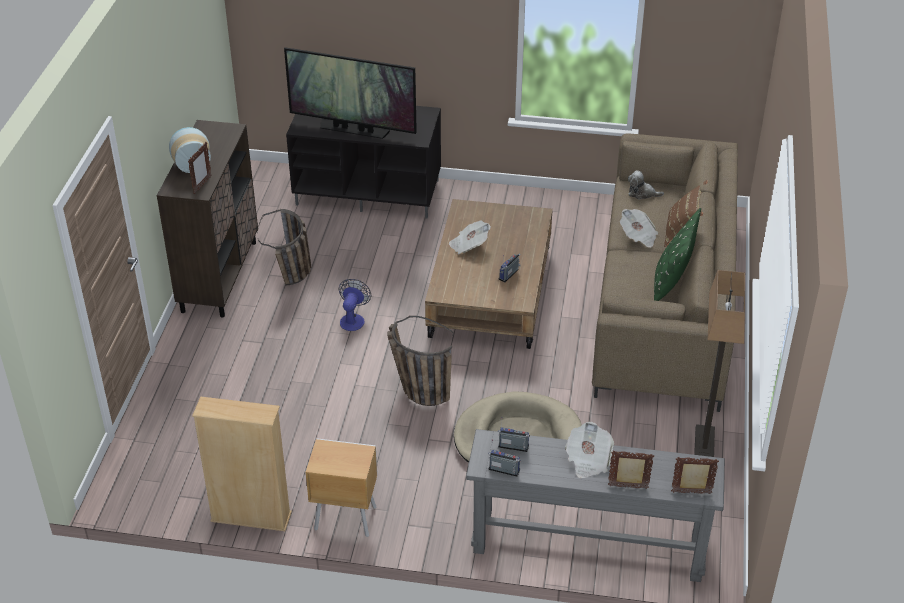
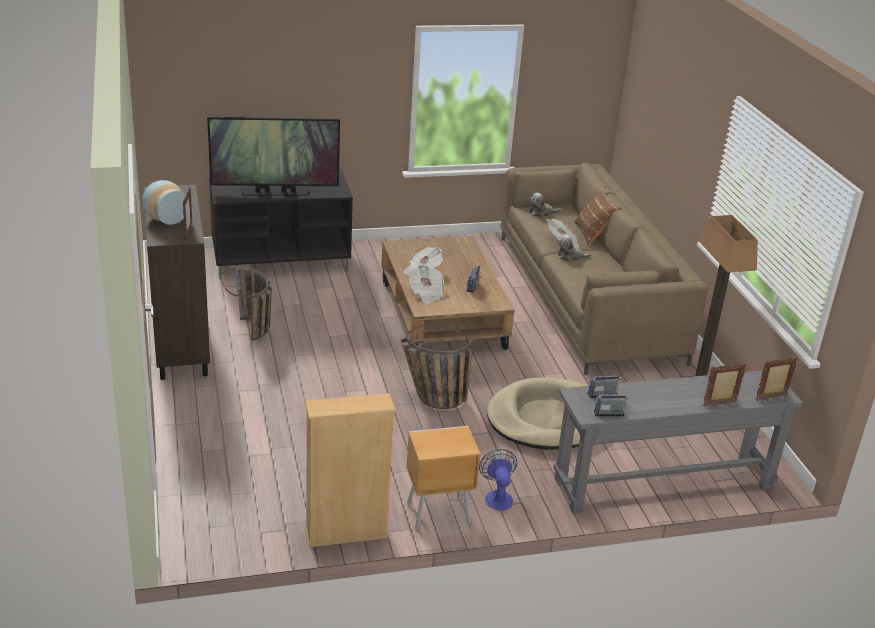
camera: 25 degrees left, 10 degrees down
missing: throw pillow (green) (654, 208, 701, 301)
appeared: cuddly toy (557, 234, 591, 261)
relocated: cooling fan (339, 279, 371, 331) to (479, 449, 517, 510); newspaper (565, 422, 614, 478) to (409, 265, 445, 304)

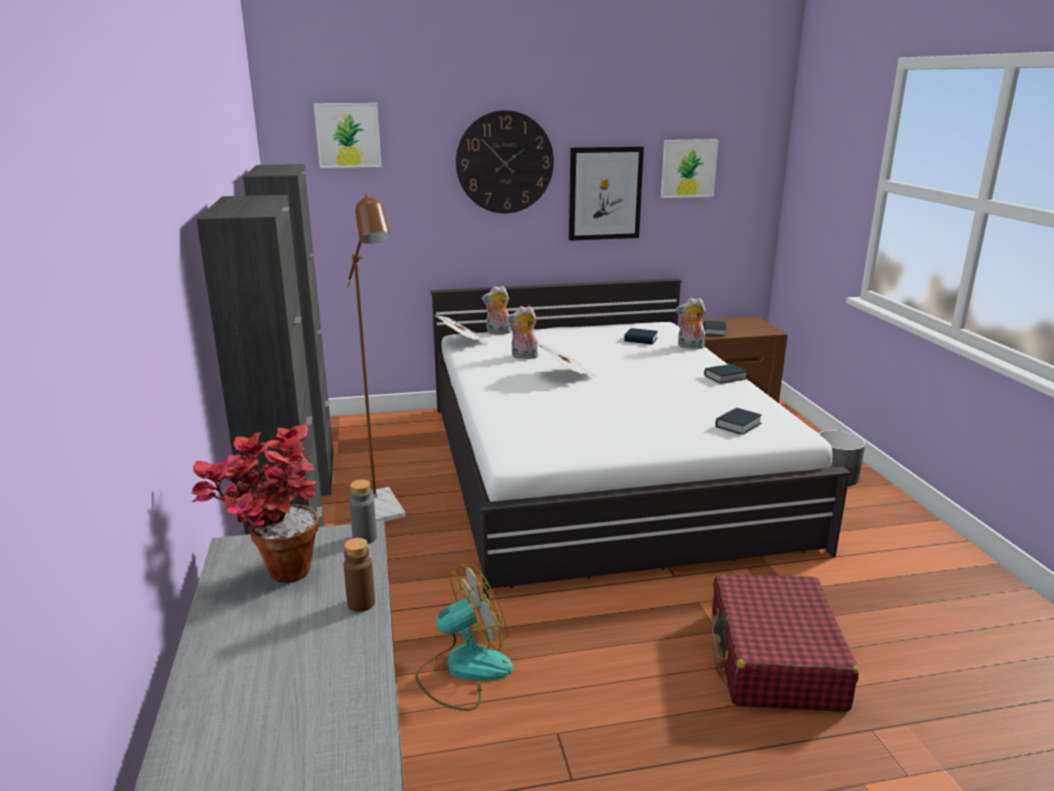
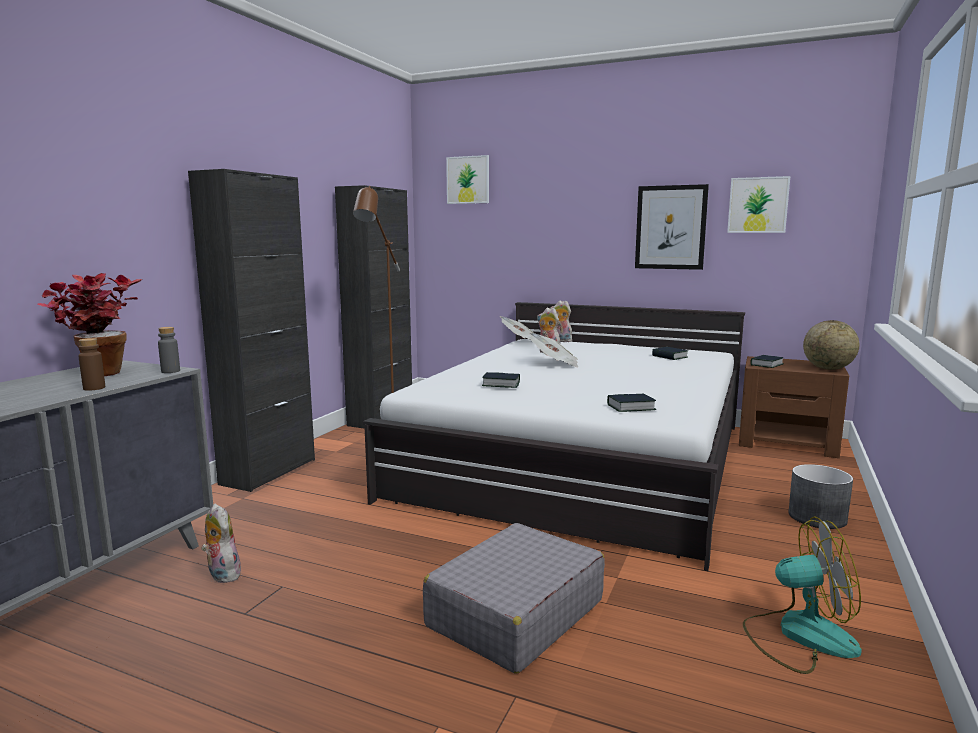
camera: 35 degrees right, 10 degrees down
missing: hanging clock (456, 110, 554, 214)
appeared: desk globe (803, 320, 859, 370)
relocated: cooling fan (416, 564, 513, 711) to (743, 516, 862, 674); cuddly toy (676, 298, 706, 349) to (201, 503, 241, 583); bound book (704, 364, 747, 384) to (482, 372, 520, 388)
colour: suitcase (reddish) (712, 573, 859, 712) to suitcase (greyish) (423, 523, 605, 674)

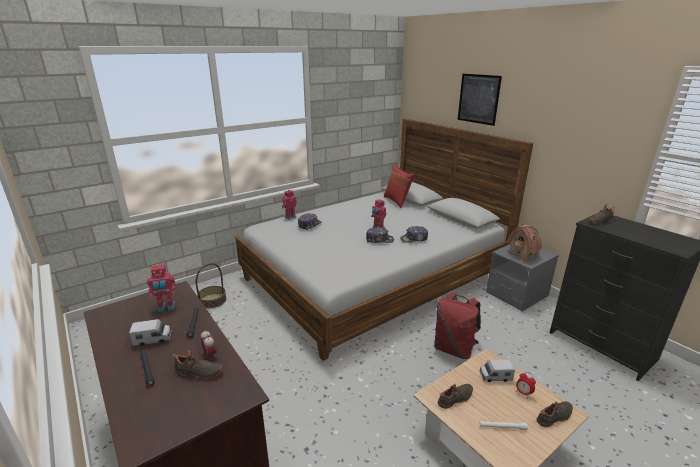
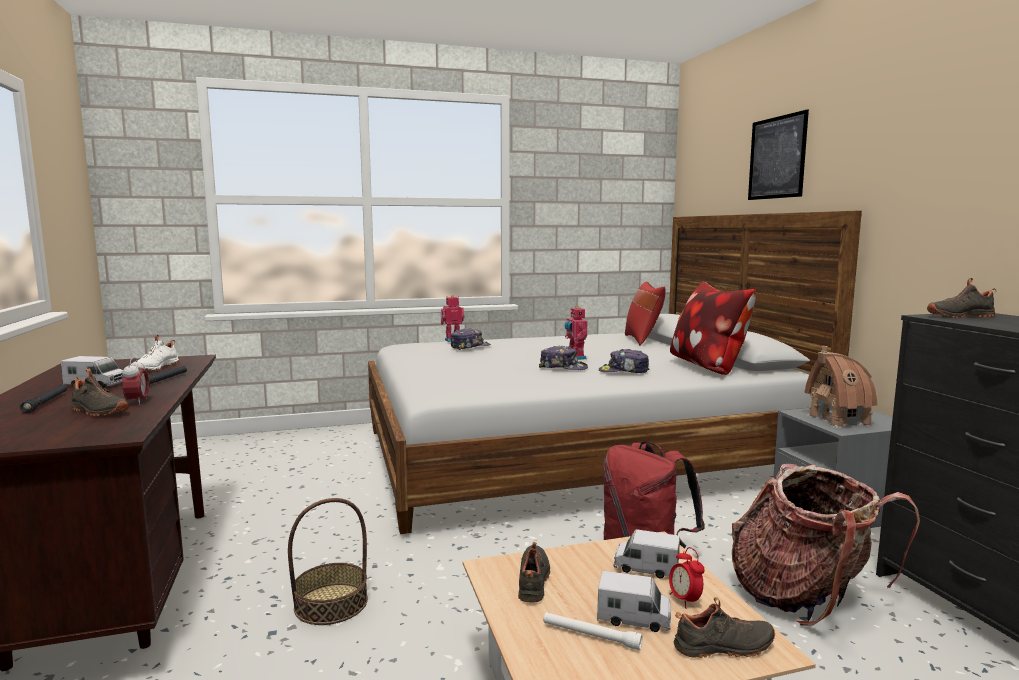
camera: 20 degrees right, 15 degrees down
appeared: model truck (597, 571, 671, 632); throw pillow (670, 281, 756, 375); rucksack (731, 464, 920, 626)
relocated: basket (196, 263, 227, 309) to (288, 498, 368, 625)
exchanged: model robot (147, 264, 176, 312) to low shoe (whitish) (133, 335, 179, 371)
spun: low shoe (blackish) (438, 383, 473, 409) = (518, 542, 550, 603) 75 degrees counterclockwise

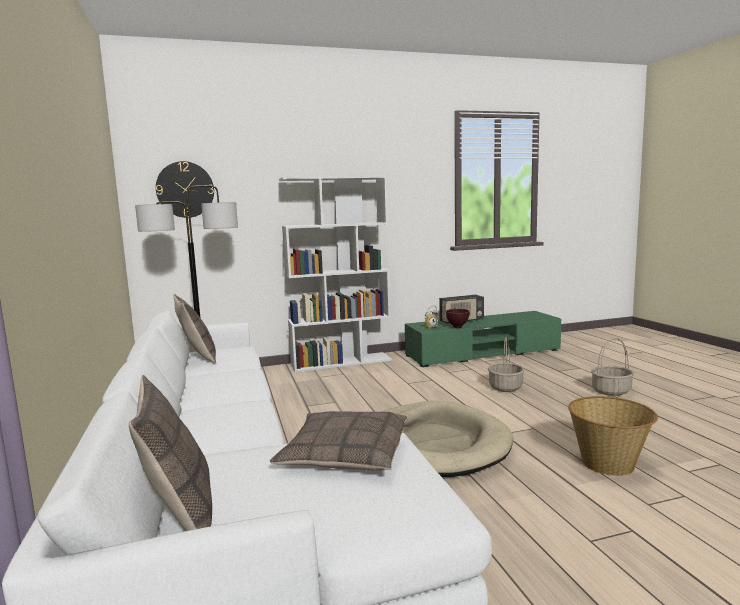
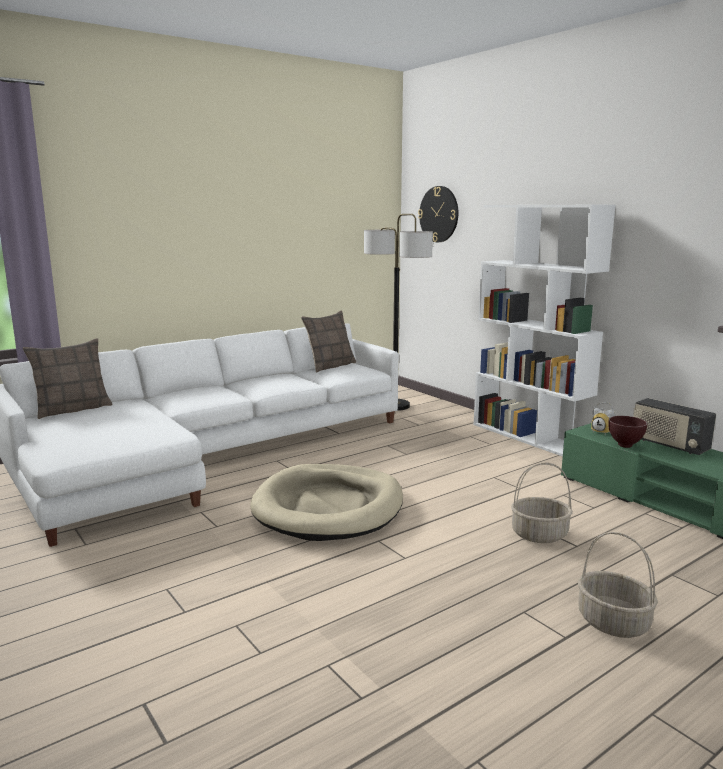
camera: 70 degrees right, 5 degrees up
missing: throw pillow (270, 411, 407, 470); basket (568, 396, 658, 476)

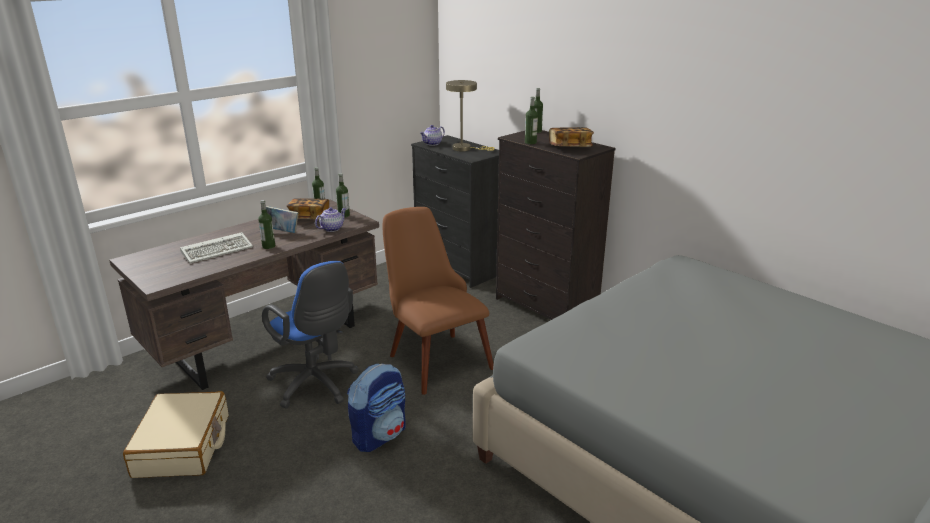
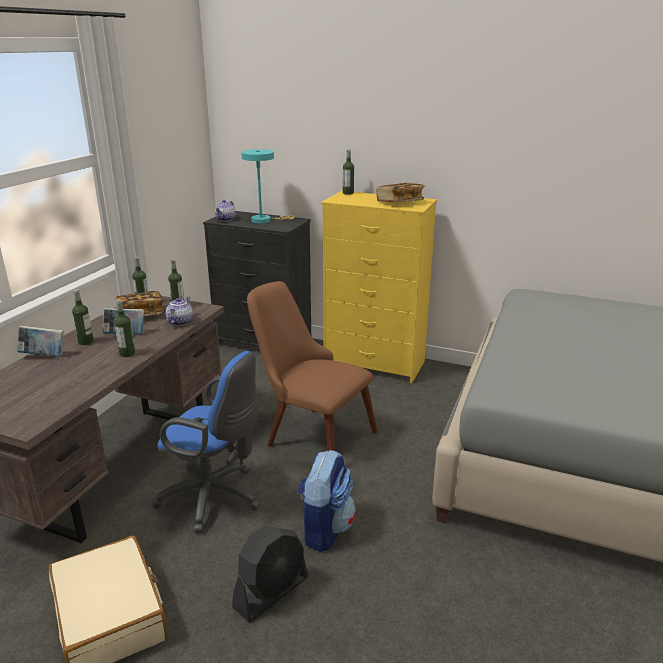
camera: 25 degrees left, 0 degrees up
missing: computer keyboard (180, 232, 253, 263)
appeared: bound book (18, 325, 64, 357); cooling fan (blackish) (232, 526, 308, 622)
relocated: bottle (525, 97, 538, 144) to (72, 289, 94, 345)
colour: tabletop lamp (beige-coloured) (446, 80, 495, 151) to tabletop lamp (turquoise) (241, 149, 295, 224); dresser (blackish) (496, 130, 616, 320) to dresser (yellowish) (321, 191, 437, 383)

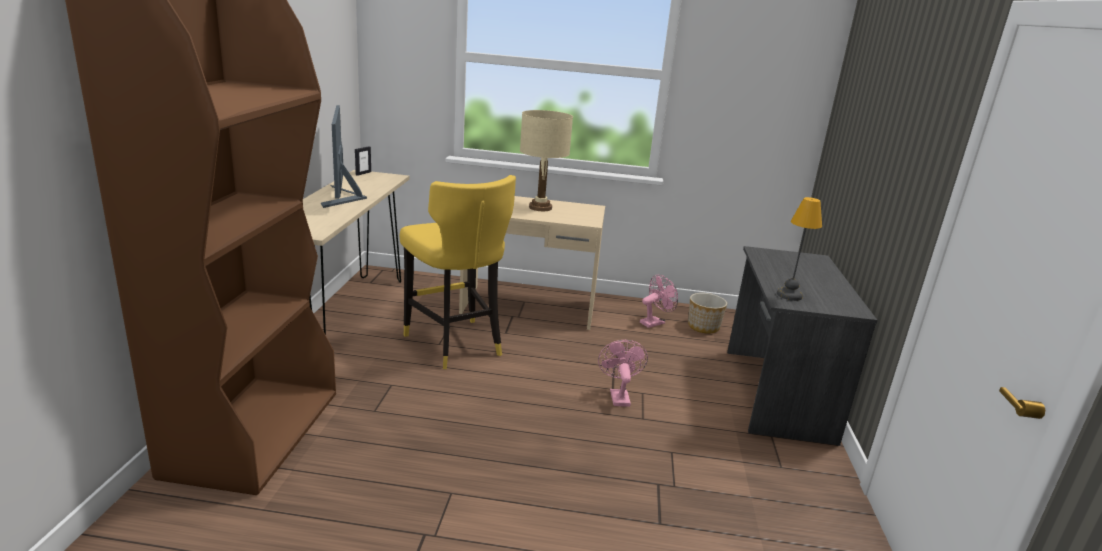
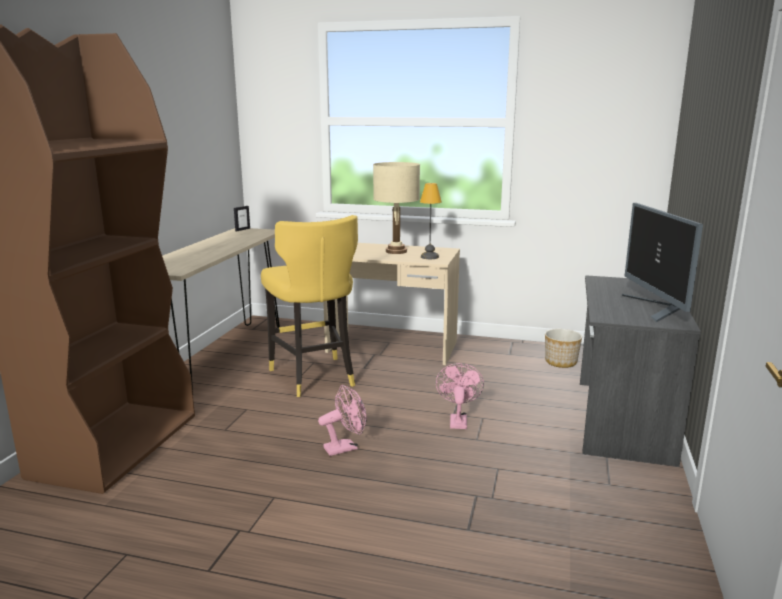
camera: 10 degrees right, 5 degrees down
relocated: computer screen (321, 105, 367, 208) to (622, 203, 703, 322); cooling fan (pink) (640, 274, 678, 328) to (318, 385, 367, 456); tabletop lamp (777, 197, 822, 301) to (420, 183, 442, 259)

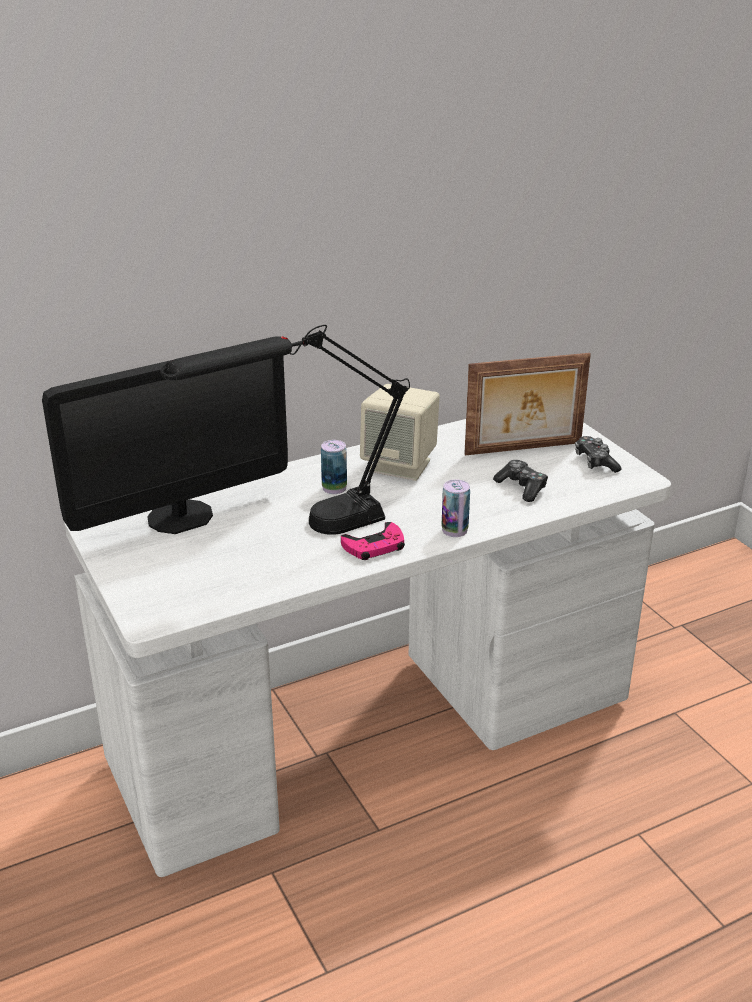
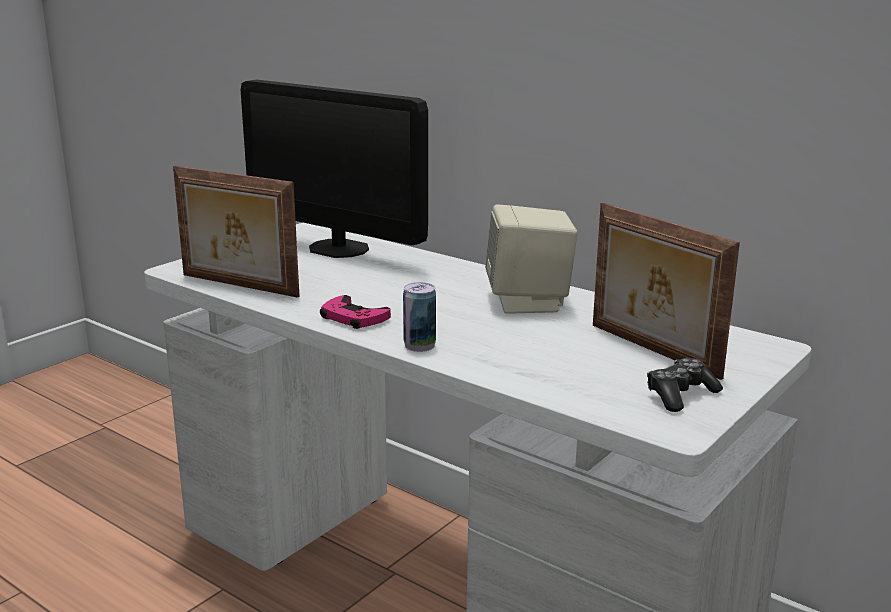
camera: 65 degrees right, 10 degrees down
missing: tabletop lamp (blackish) (160, 325, 410, 535); sealed can (321, 440, 347, 494); game controller (493, 460, 548, 502)
appeared: picture frame (173, 166, 300, 298)

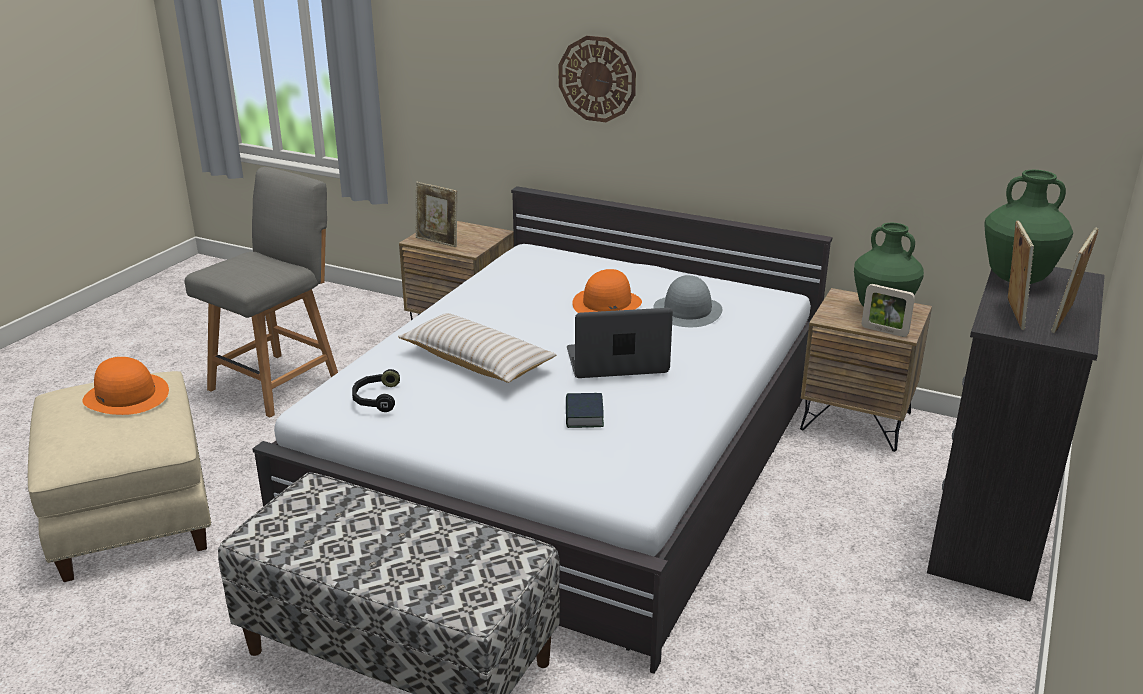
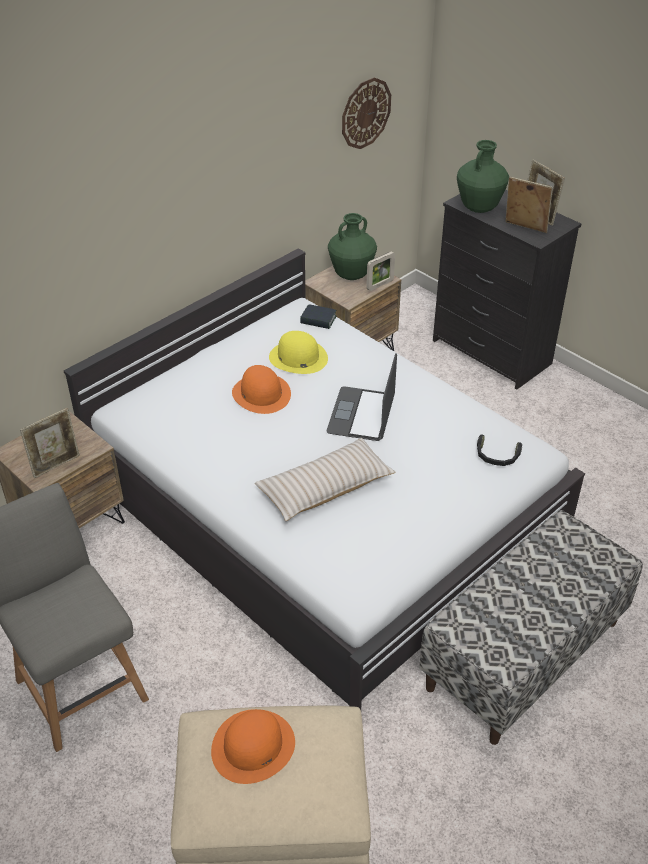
camera: 70 degrees left, 15 degrees up
relocated: headphones (blackish) (352, 369, 400, 412) to (477, 434, 522, 466); hanging clock (559, 36, 636, 122) to (342, 78, 391, 149); bound book (566, 393, 604, 428) to (300, 304, 336, 329)
colour: clothing hat (greyish) (653, 275, 722, 327) to clothing hat (yellowish) (269, 331, 328, 374)

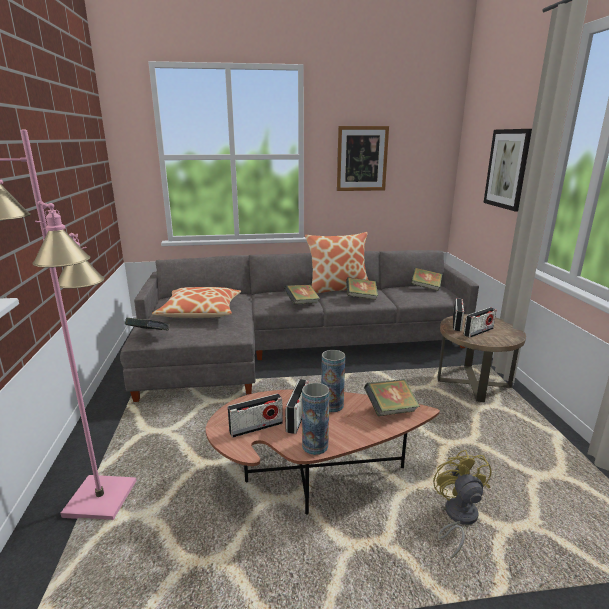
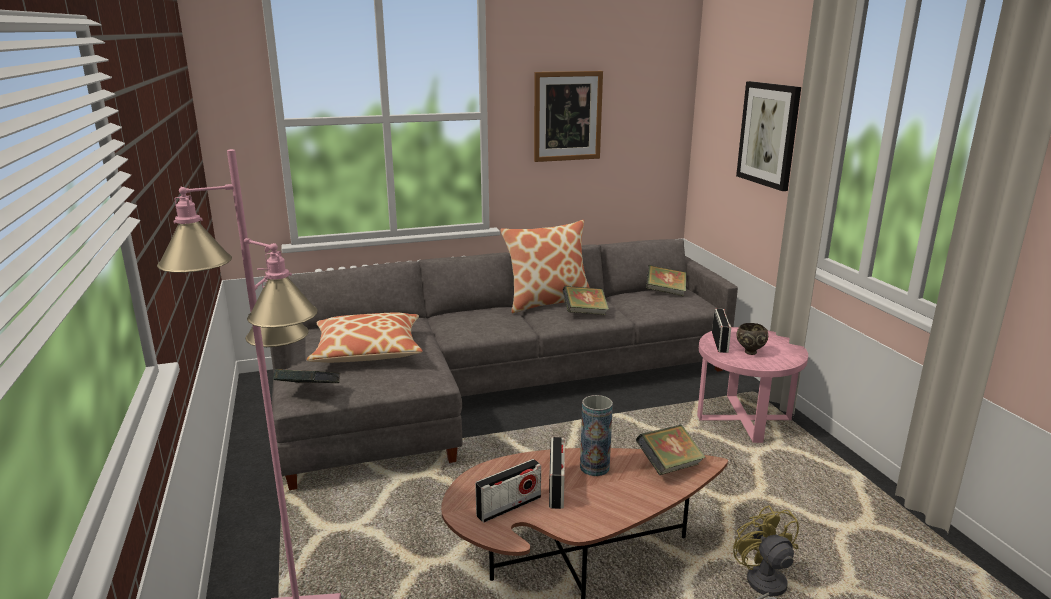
camera: 10 degrees left, 0 degrees up
missing: bound book (284, 285, 320, 304); vase (302, 383, 330, 455)
exchanged: radio receiver (464, 307, 496, 338) to bowl (brownish) (736, 323, 768, 355)
colour: end table (brownish) (437, 314, 526, 402) to end table (pink) (697, 327, 808, 443)

